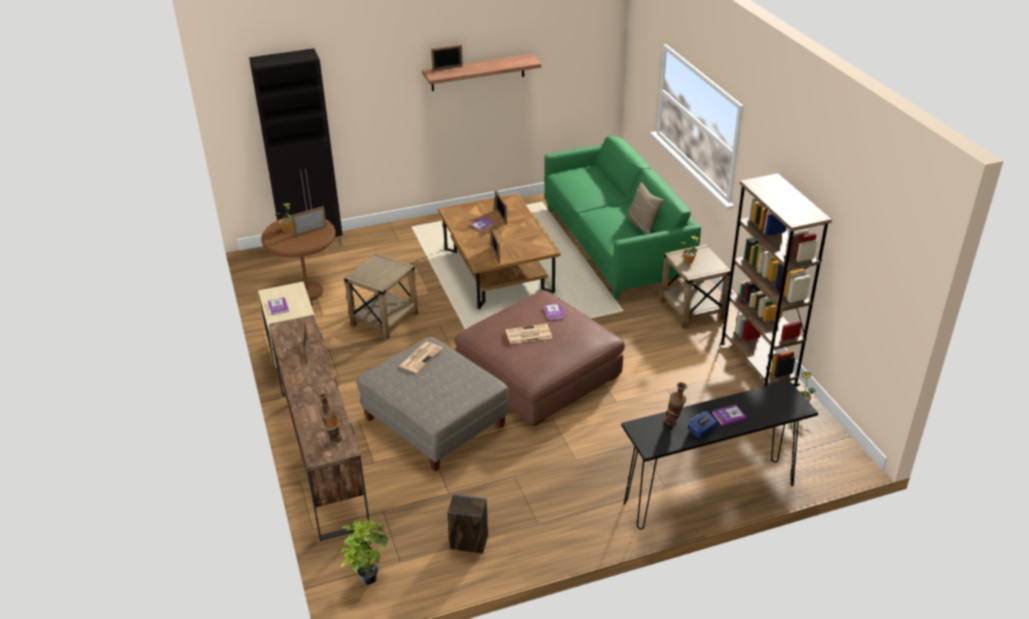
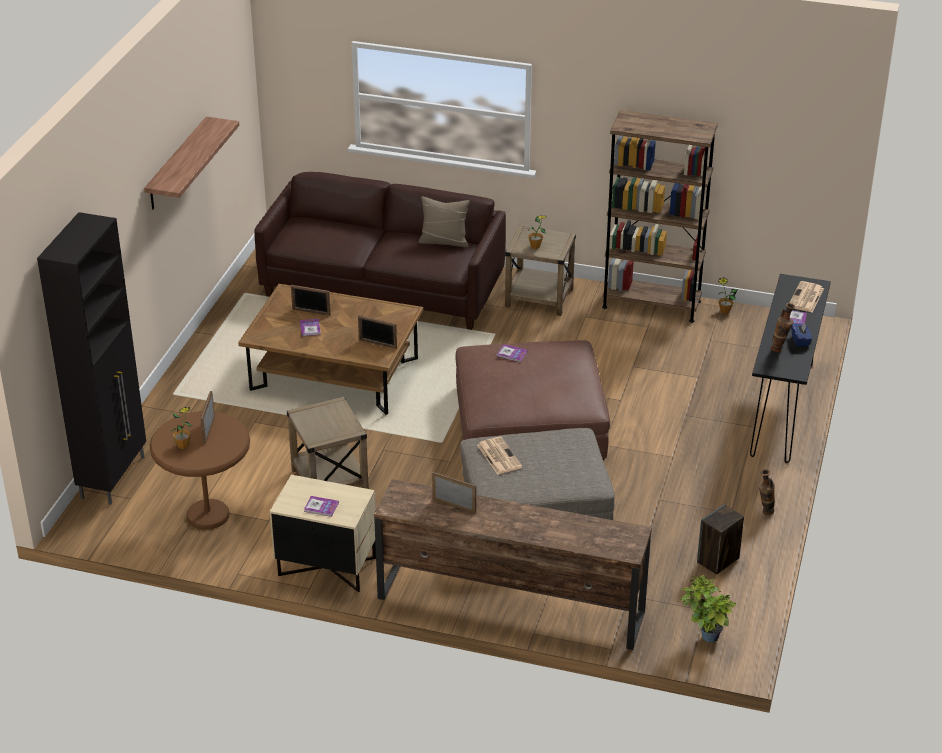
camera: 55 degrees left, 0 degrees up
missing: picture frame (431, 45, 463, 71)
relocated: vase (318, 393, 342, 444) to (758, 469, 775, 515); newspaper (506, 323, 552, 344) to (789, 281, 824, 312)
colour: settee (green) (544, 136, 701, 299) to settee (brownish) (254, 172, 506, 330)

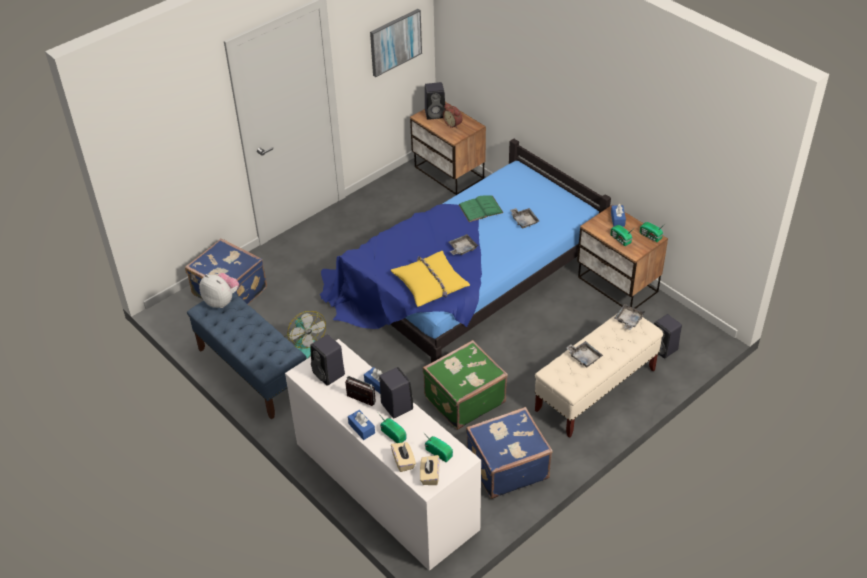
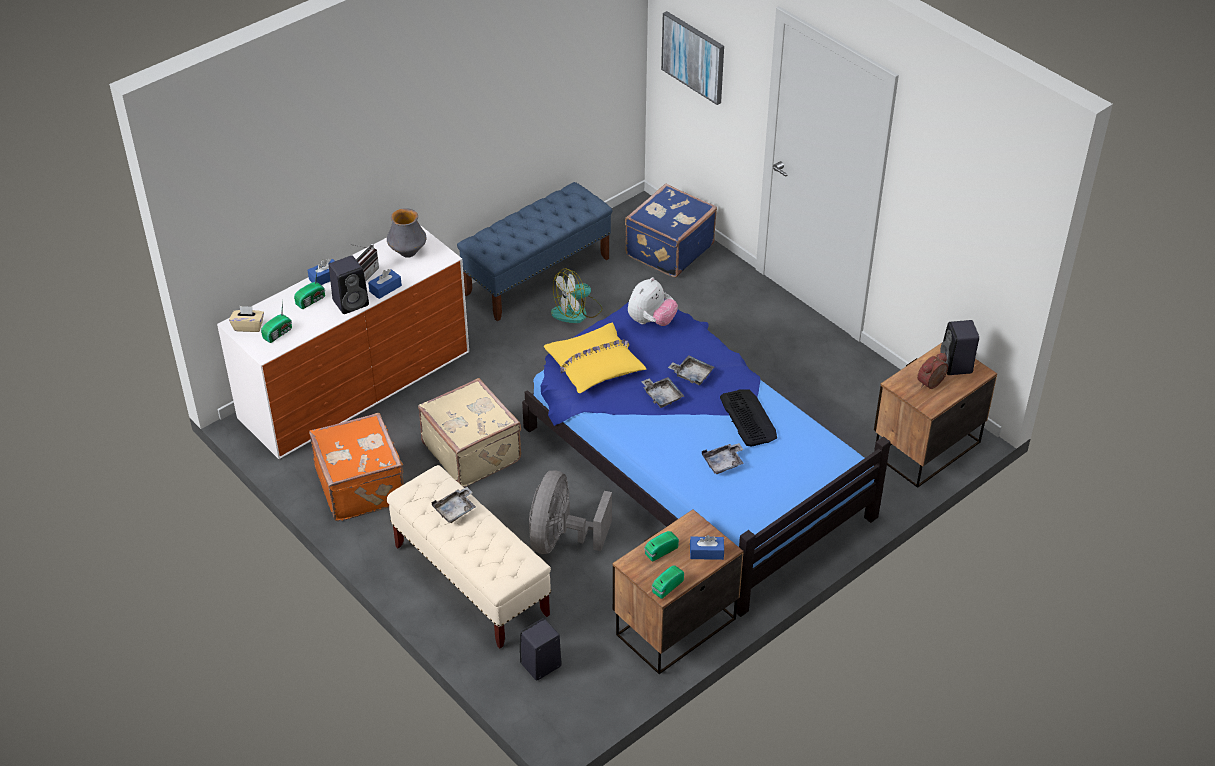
camera: 90 degrees right, 0 degrees up
missing: box of tissues (beige-coloured) (391, 442, 416, 472)
appeared: cooling fan (greyish) (529, 471, 612, 554)
relocated: cuddly toy (199, 273, 239, 308) to (628, 277, 678, 326); wall art (370, 9, 422, 77) to (661, 11, 724, 105); tray (greyish) (615, 304, 644, 330) to (668, 355, 714, 385)
exchanged: audio speaker (blackish) (310, 334, 345, 386) to vase (387, 208, 427, 258); bound book (green) (459, 195, 503, 222) to computer keyboard (720, 390, 777, 447)
colour: suitcase (green) (423, 340, 508, 430) to suitcase (beige-coloured) (418, 378, 521, 488); suitcase (bluish) (466, 407, 553, 499) to suitcase (orangey) (309, 413, 404, 521)

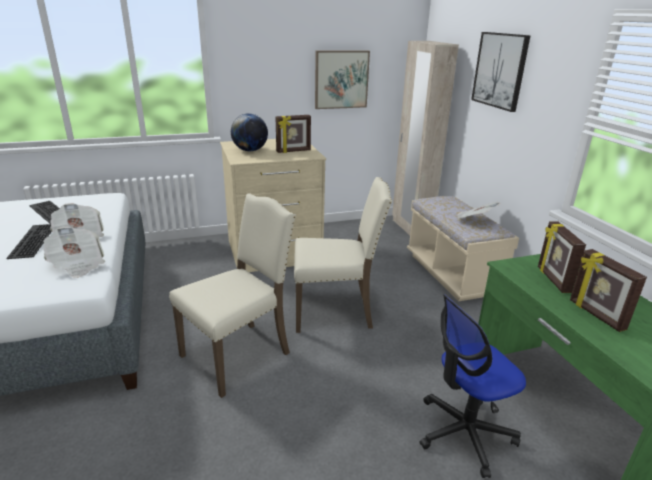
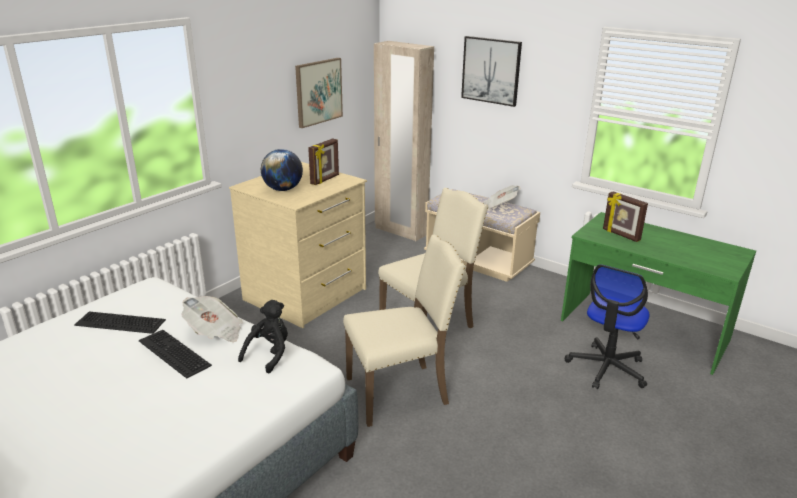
camera: 35 degrees left, 0 degrees up
missing: picture frame (570, 249, 647, 332)
exchanged: newspaper (43, 226, 105, 278) to cuddly toy (blackish) (238, 300, 288, 373)
spun: chair (beige-coloured) (169, 193, 296, 398) = (343, 235, 466, 427) 60 degrees clockwise

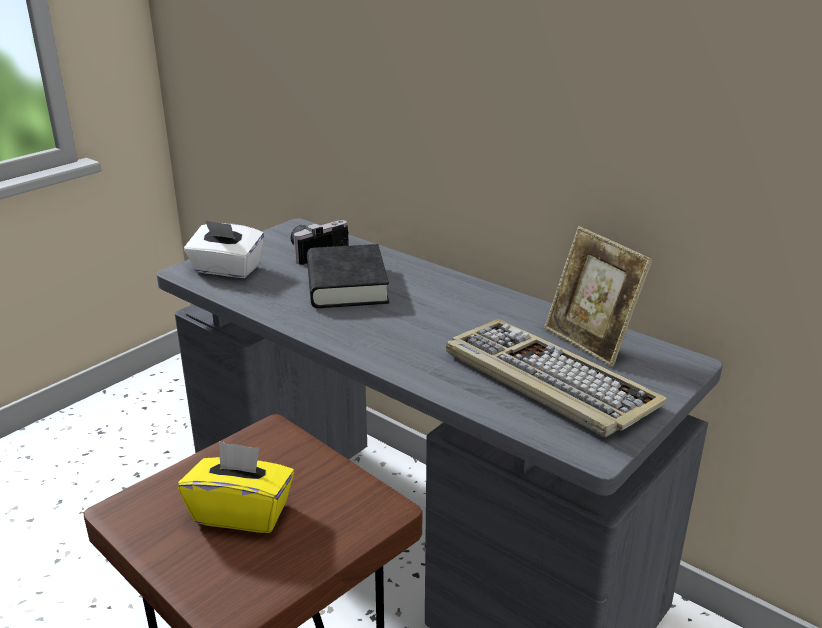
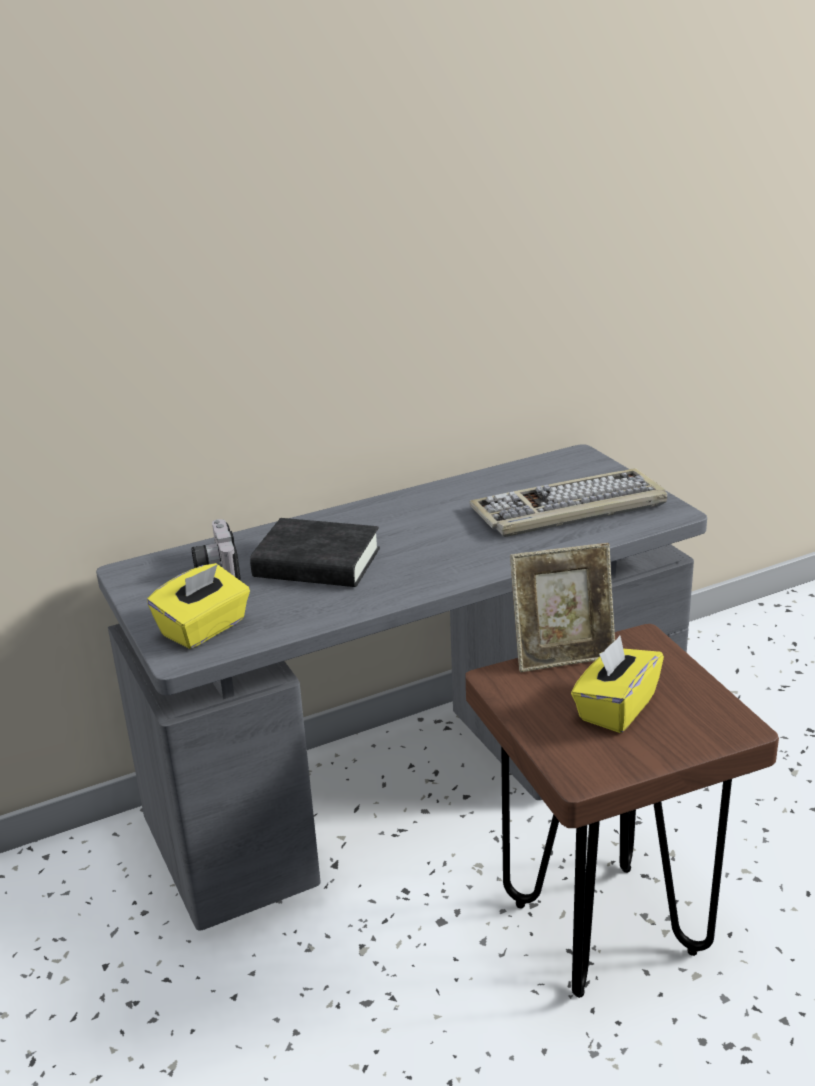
camera: 65 degrees left, 0 degrees up
relocated: picture frame (544, 226, 653, 367) to (510, 543, 615, 672)
colour: box of tissues (whitish) (184, 220, 264, 278) to box of tissues (yellowish) (147, 563, 250, 649)

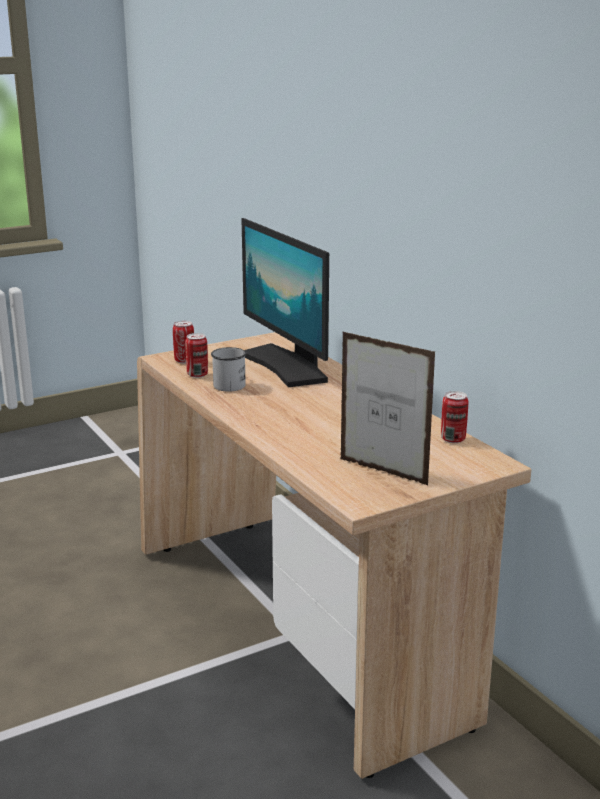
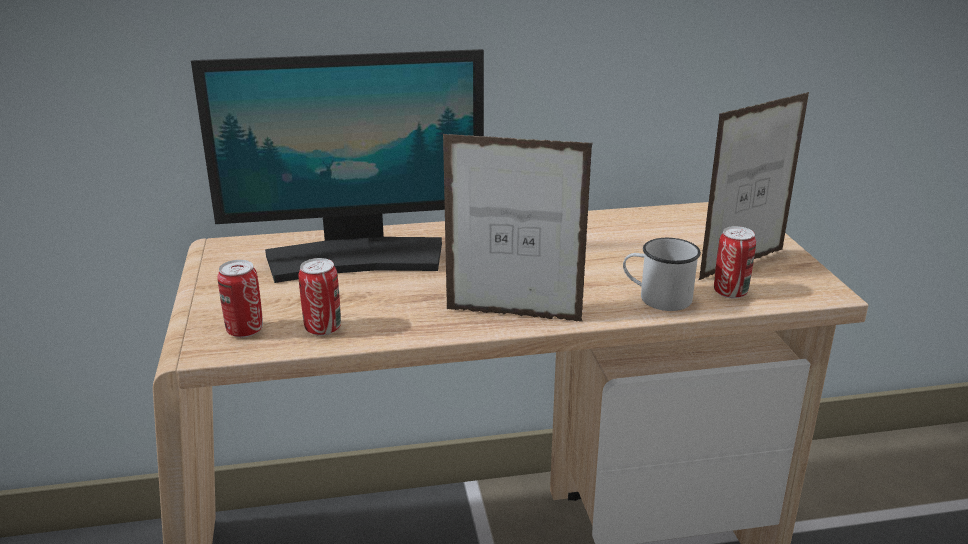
camera: 70 degrees left, 5 degrees up
appeared: picture frame (443, 134, 593, 322)
relocated: tea mug (whitish) (211, 347, 246, 392) to (623, 238, 701, 311); sealed can (441, 391, 468, 443) to (714, 226, 756, 299)

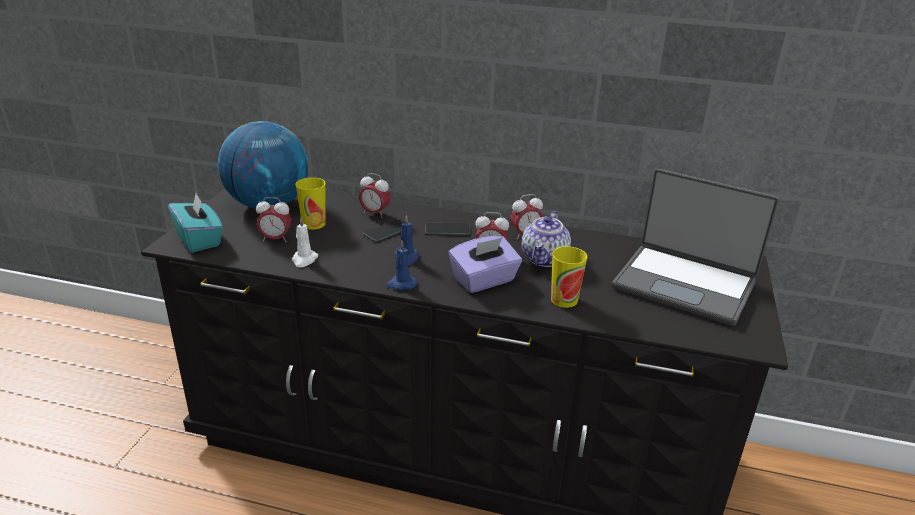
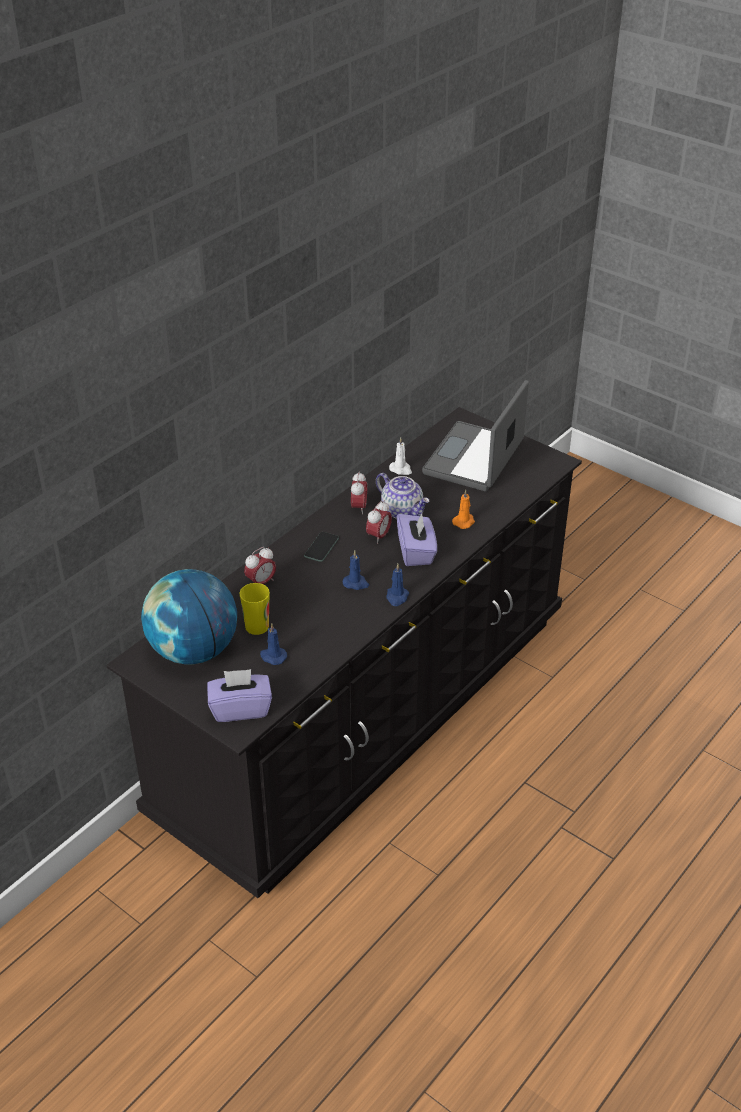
camera: 65 degrees left, 10 degrees up
missing: telephone (363, 220, 403, 242)
relocated: candle (whitish) (292, 217, 318, 267) to (389, 438, 412, 475)
exchanged: table clock (256, 197, 291, 242) to candle (bluish) (260, 624, 287, 665); small cup (551, 246, 587, 308) to candle (orangey) (452, 490, 475, 529)
colour: box of tissues (turquoise) (168, 194, 223, 252) to box of tissues (purplish) (207, 669, 272, 722)
spun: portable computer (612, 169, 779, 326) = (422, 380, 529, 491) 150 degrees clockwise

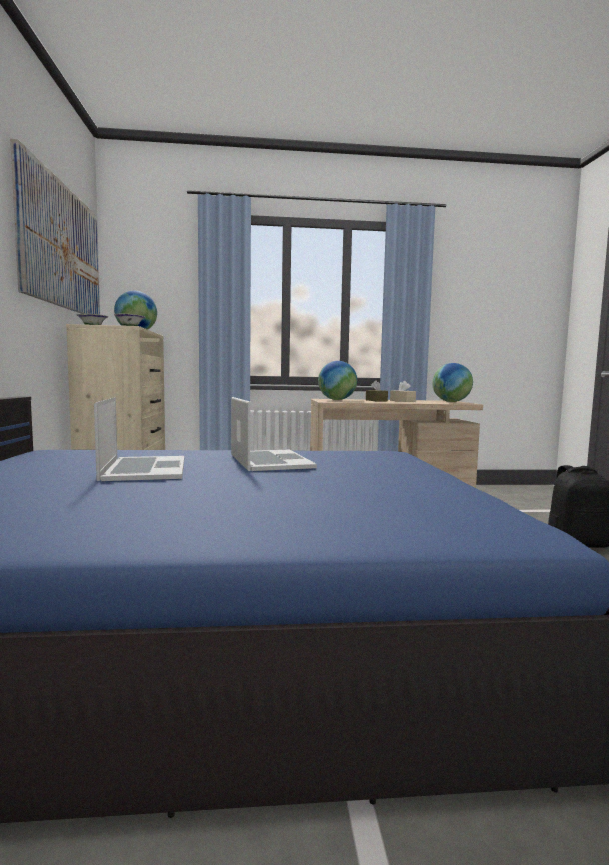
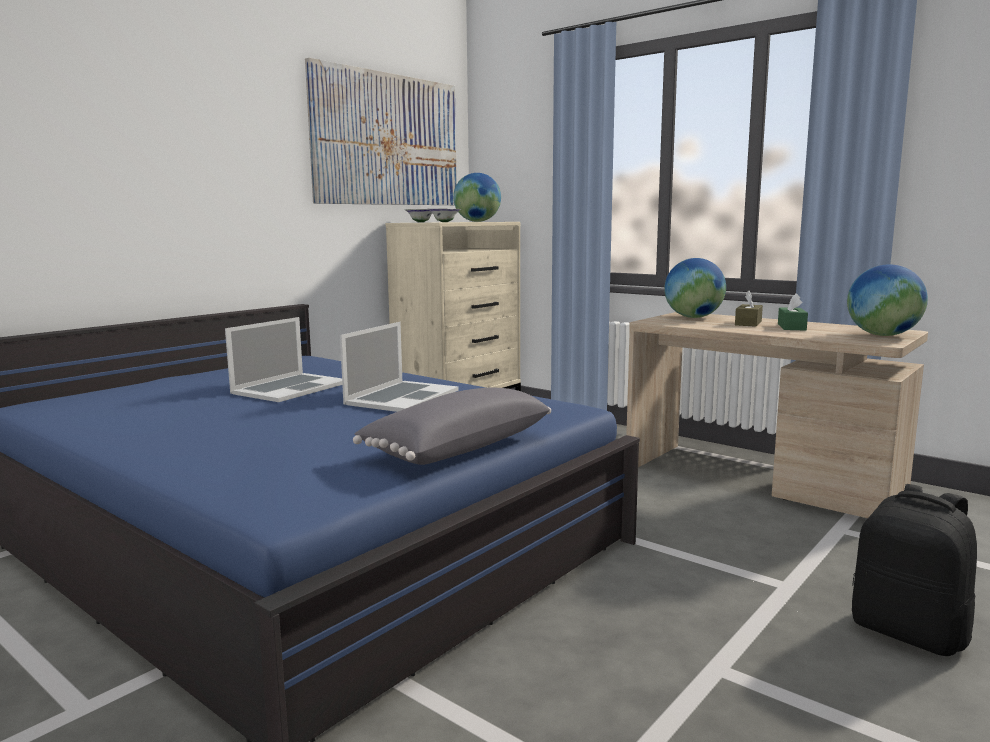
camera: 45 degrees right, 5 degrees up
appeared: throw pillow (greyish) (353, 388, 551, 465)
colour: box of tissues (beige-coloured) (390, 381, 416, 402) to box of tissues (green) (778, 293, 808, 331)

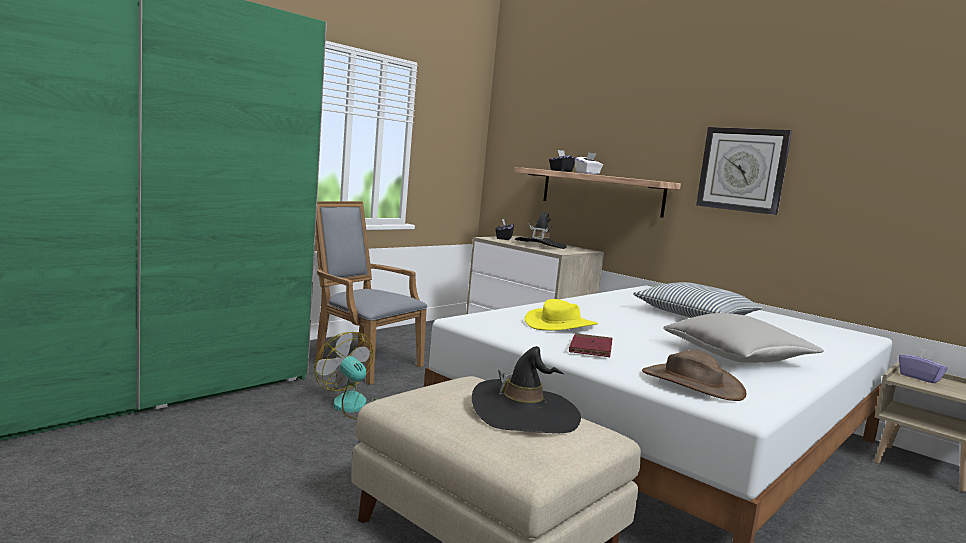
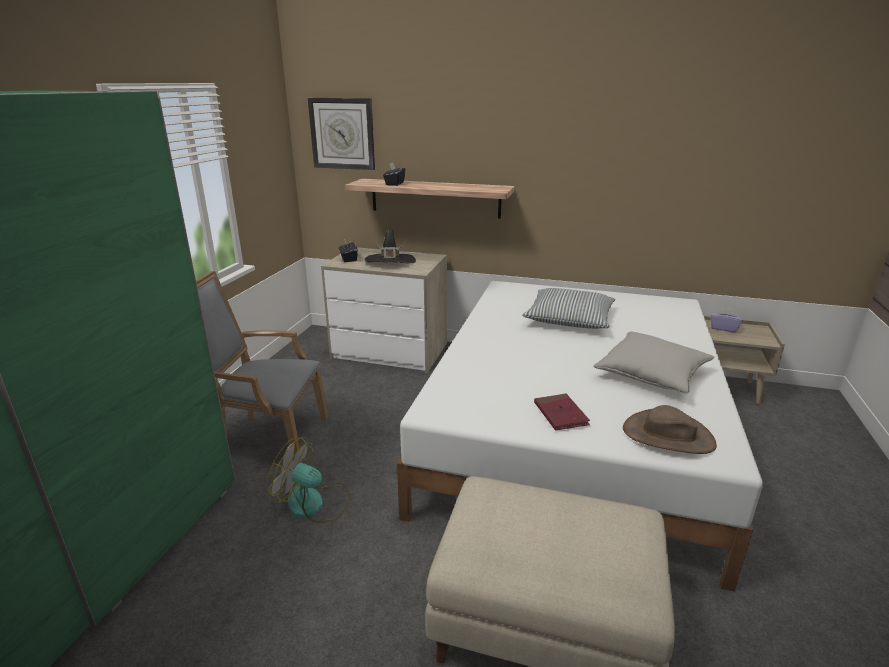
camera: 25 degrees left, 15 degrees up
missing: clothing hat (blackish) (472, 346, 581, 433); clothing hat (yellowish) (525, 299, 598, 331); box of tissues (whitish) (575, 153, 603, 175)
relocated: hanging clock (696, 127, 792, 215) to (308, 98, 375, 170)

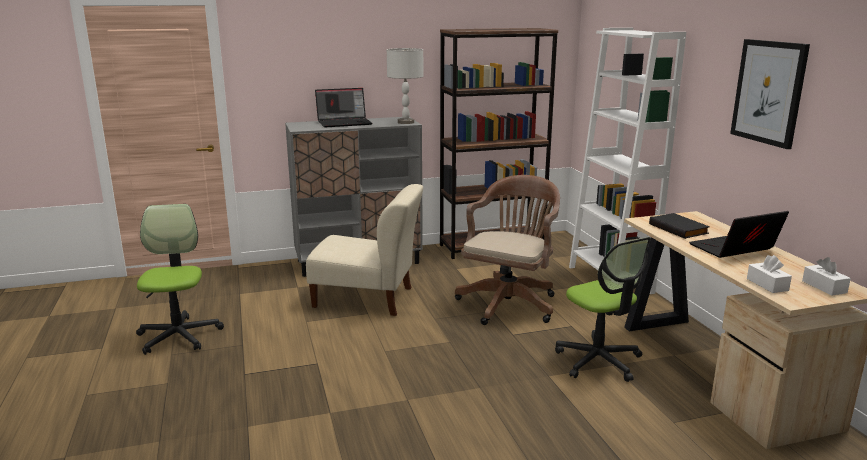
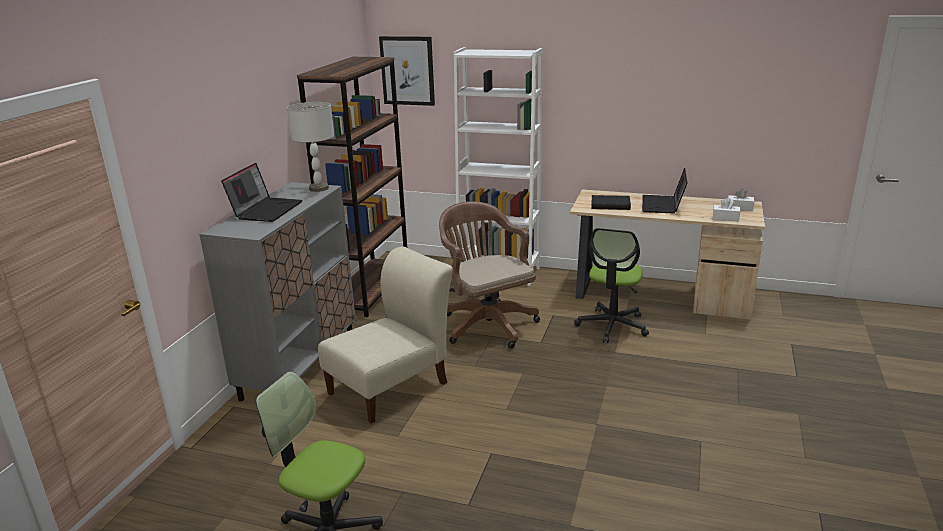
camera: 55 degrees left, 5 degrees up
relocated: wall art (730, 39, 810, 149) to (379, 36, 435, 106)
spun: desk chair (555, 237, 651, 382) = (574, 228, 649, 343) 105 degrees clockwise

